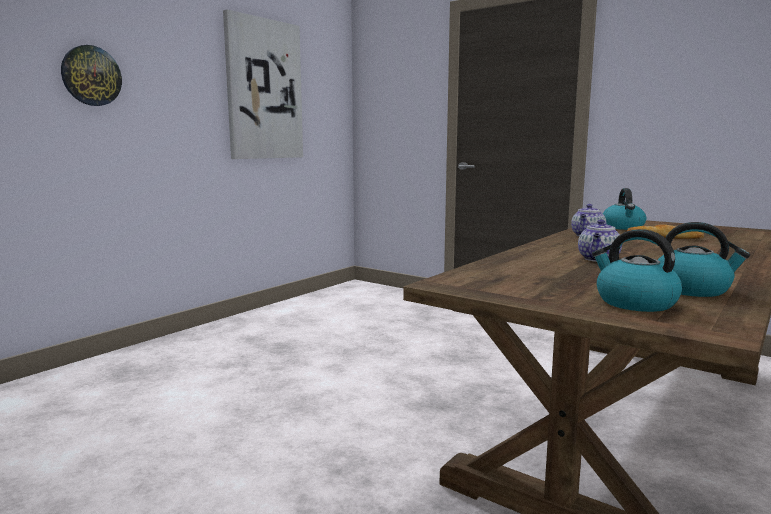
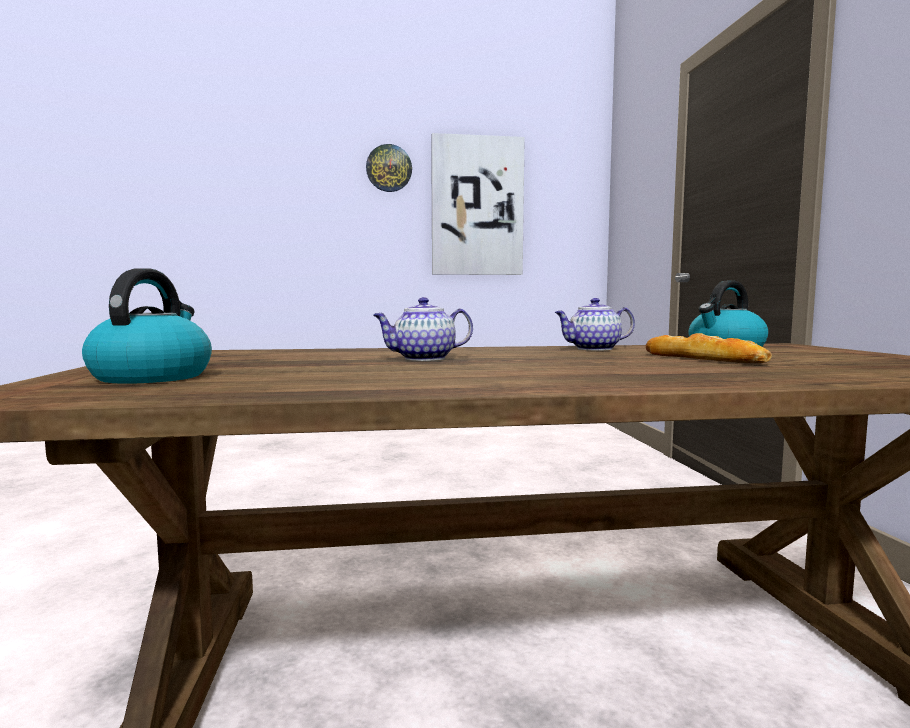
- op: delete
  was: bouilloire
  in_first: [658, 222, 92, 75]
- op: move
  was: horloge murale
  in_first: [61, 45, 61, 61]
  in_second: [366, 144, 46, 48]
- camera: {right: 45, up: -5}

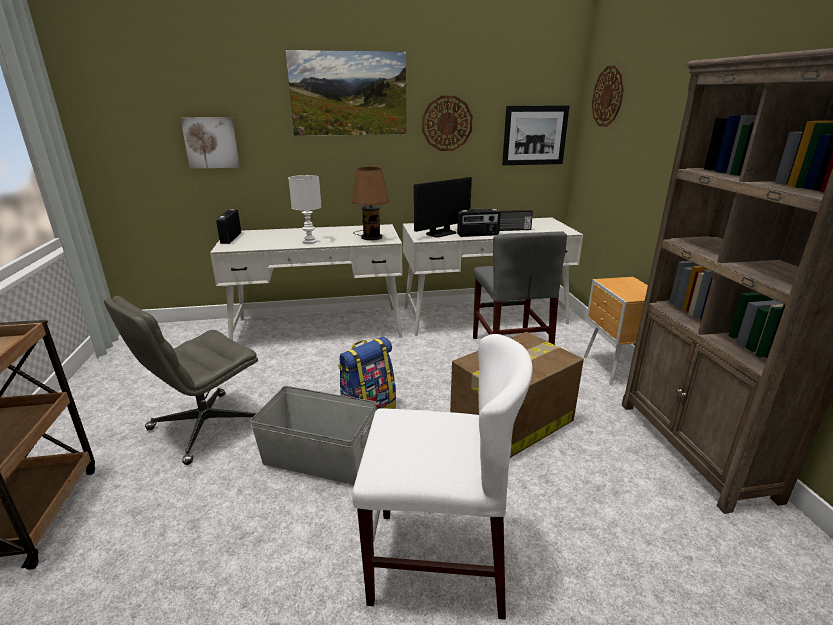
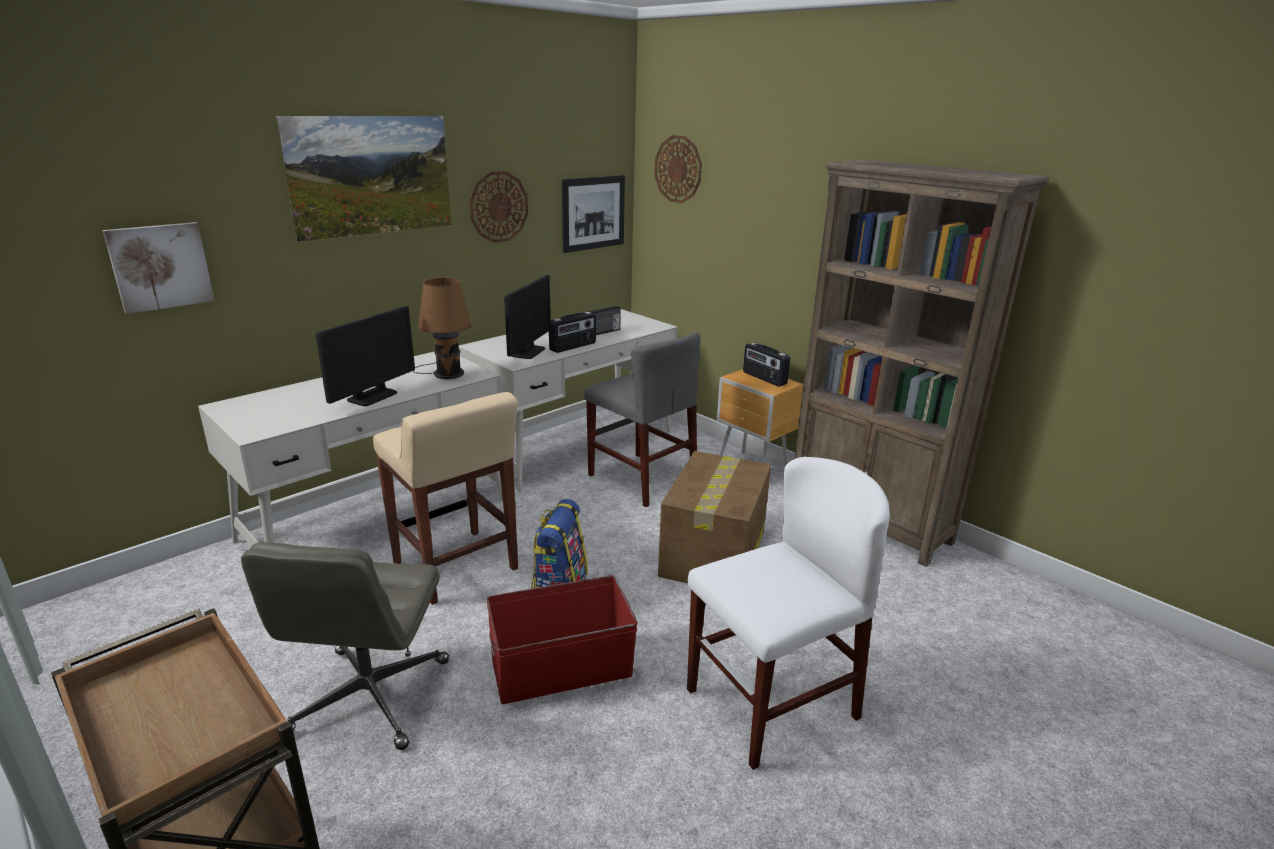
- op: insert
  now: tabouret/beige
  in_second: [373, 392, 145, 213]
- op: move
  was: radio
  in_first: [216, 209, 25, 35]
  in_second: [743, 343, 47, 44]
- op: replace
  was: lampe de table/blanc
  now: écran d'ordinateur
  in_first: [288, 175, 34, 69]
  in_second: [316, 306, 99, 100]
- op: recolor
  was: boîte de rangement/gris
  now: boîte de rangement/rouge
  in_first: [250, 386, 127, 99]
  in_second: [486, 575, 152, 129]
- camera: {right: -35, up: 0}

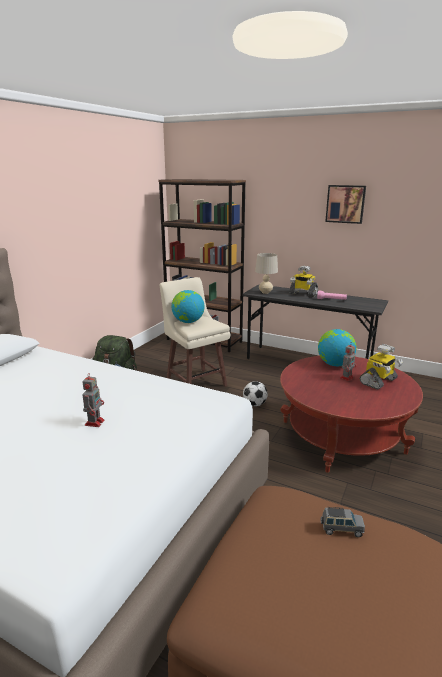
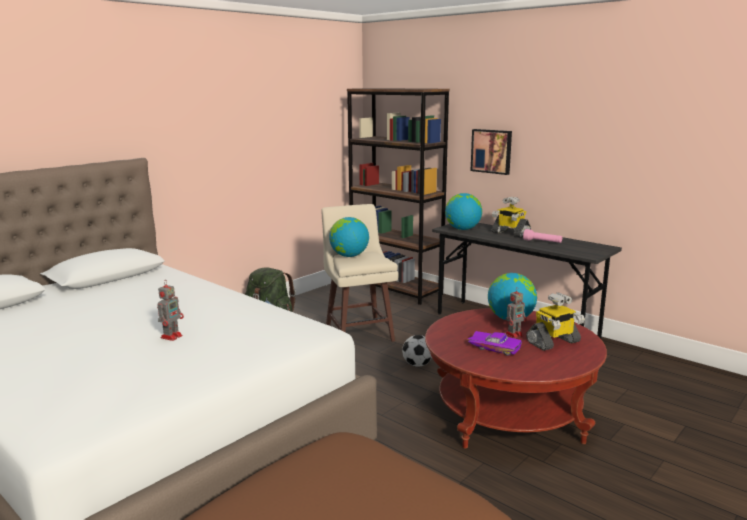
- op: delete
  was: petite voiture/gris
  in_first: [321, 507, 44, 30]
- op: insert
  now: petite voiture/violet
  in_second: [468, 331, 54, 25]
- op: move
  was: tableau
  in_first: [325, 185, 41, 39]
  in_second: [471, 129, 41, 46]
- op: replace
  was: lampe de table/beige
  now: globe
  in_first: [255, 253, 23, 41]
  in_second: [445, 193, 37, 37]
- camera: {right: 15, up: -5}

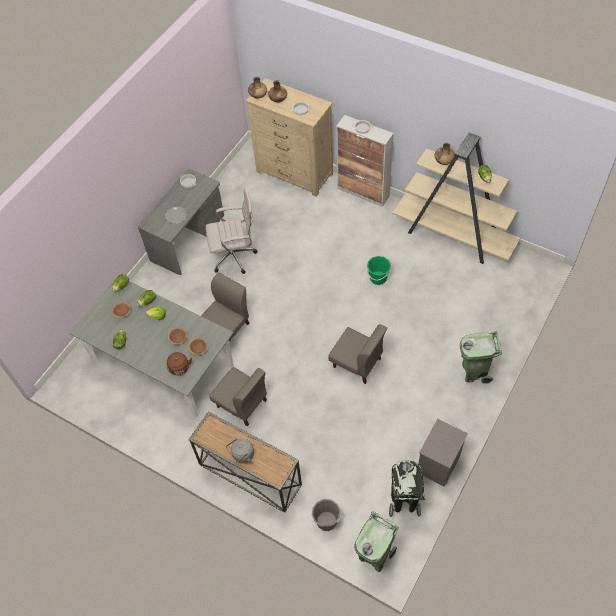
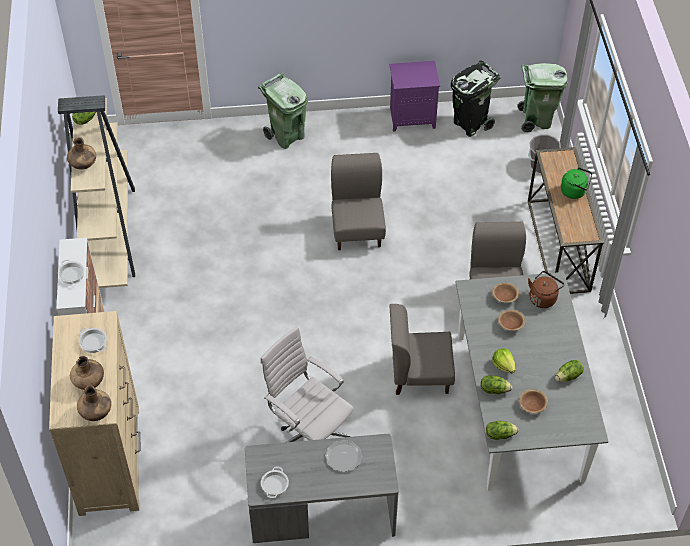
- op: delete
  was: seau/vert
  in_first: [367, 256, 24, 29]
- op: recolor
  was: bouilloire/gris
  now: bouilloire/vert
  in_first: [226, 438, 28, 25]
  in_second: [561, 167, 31, 32]
- op: recolor
  was: table de chevet/gris
  now: table de chevet/violet
  in_first: [418, 419, 50, 68]
  in_second: [389, 61, 51, 71]
- camera: {right: -130, up: -5}

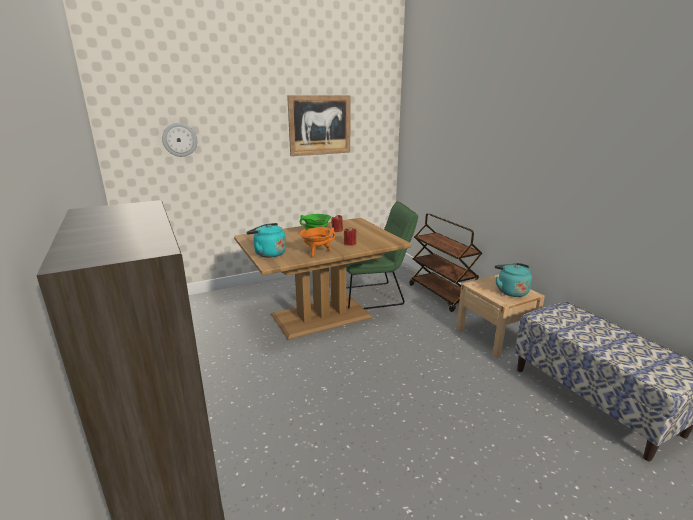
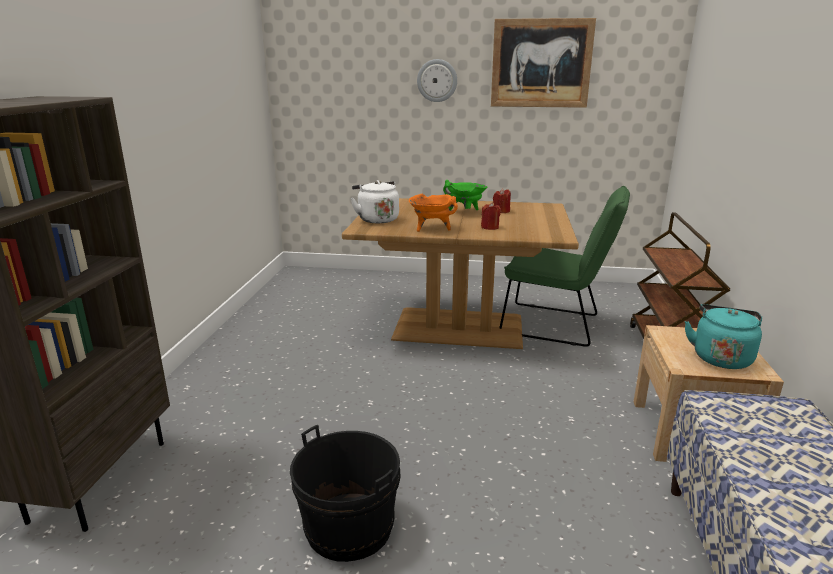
- op: insert
  now: seau/noir
  in_second: [290, 425, 110, 137]
- op: move
  was: horloge murale
  in_first: [162, 123, 35, 34]
  in_second: [417, 59, 40, 43]
- op: recolor
  was: bouilloire/turquoise
  now: bouilloire/blanc
  in_first: [246, 223, 40, 35]
  in_second: [351, 180, 48, 43]
- camera: {right: 35, up: 0}

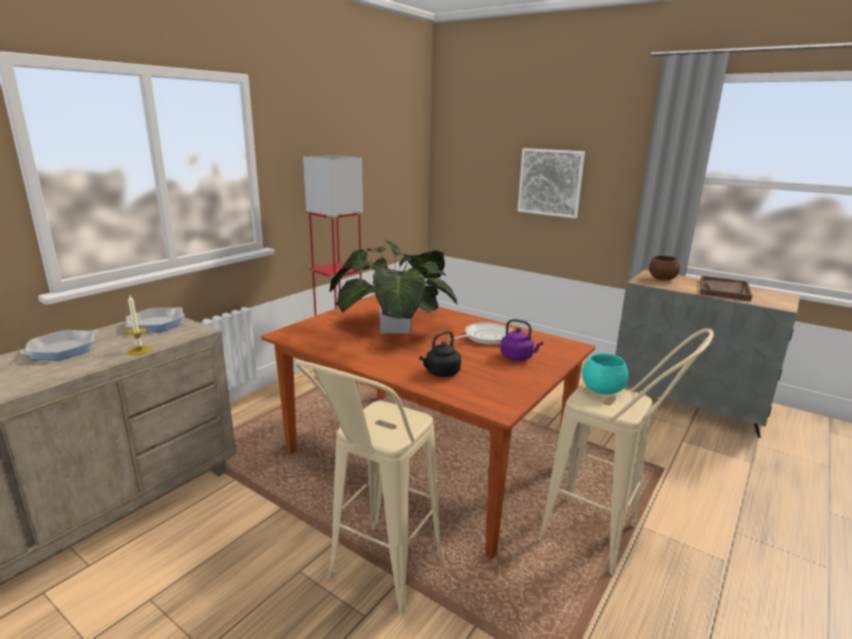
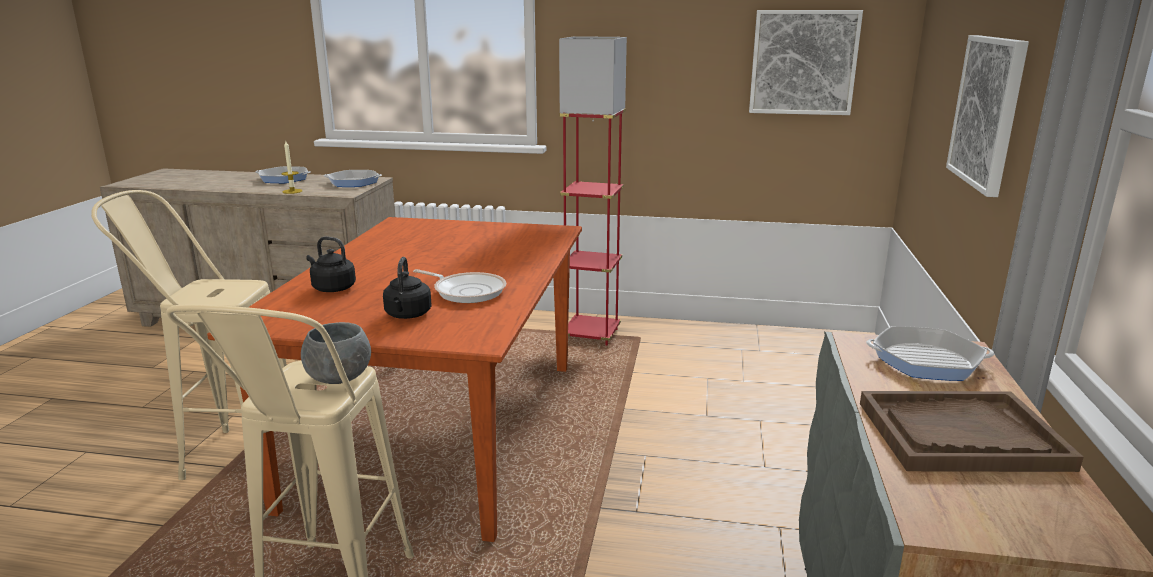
- op: delete
  was: plante en pot
  in_first: [329, 239, 129, 95]
- op: insert
  now: tableau
  in_second: [749, 10, 114, 105]
- op: replace
  was: bol/marron
  now: poêle
  in_first: [649, 256, 31, 24]
  in_second: [866, 326, 128, 55]
- op: recolor
  was: bouilloire/violet
  now: bouilloire/noir
  in_first: [500, 319, 43, 42]
  in_second: [383, 257, 49, 62]
- op: recolor
  was: bol/turquoise
  now: bol/gris
  in_first: [582, 353, 47, 41]
  in_second: [301, 322, 70, 62]
- camera: {right: 65, up: 0}

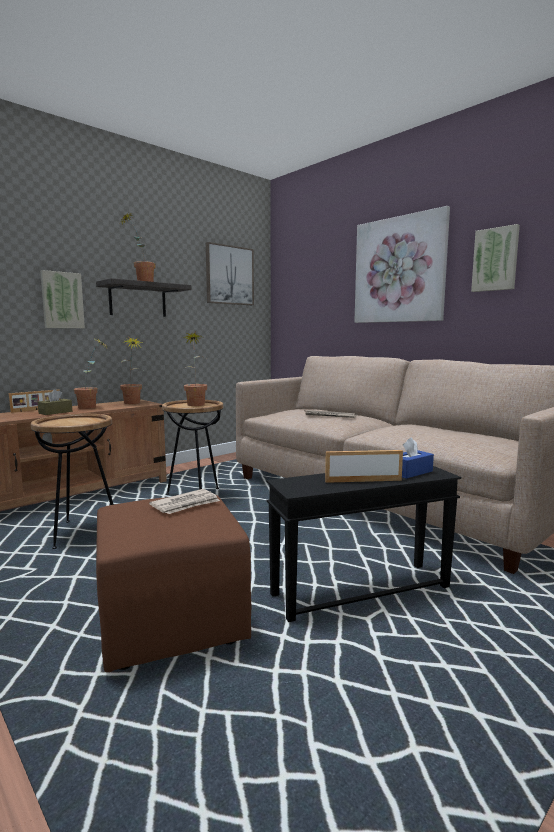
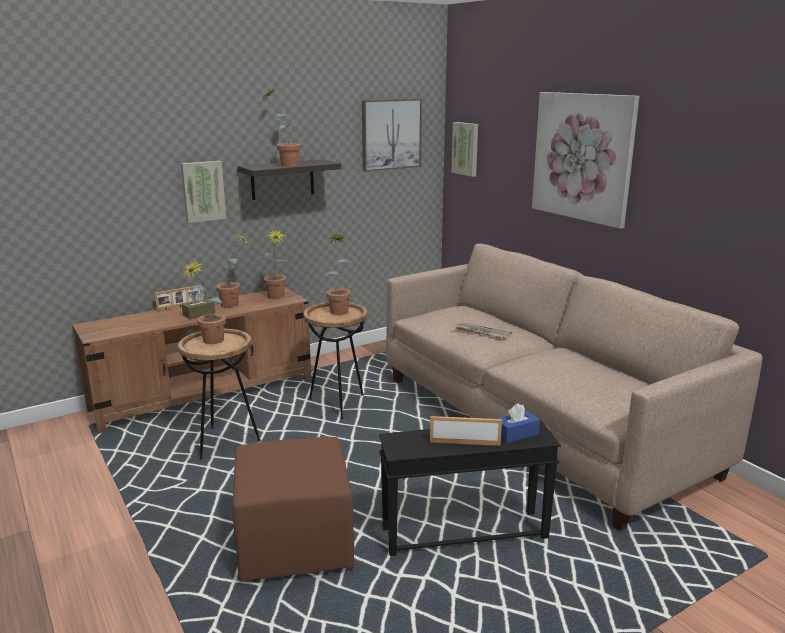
- op: delete
  was: journal
  in_first: [149, 489, 71, 25]
- op: insert
  now: plante en pot
  in_second: [182, 259, 44, 85]
- op: move
  was: tableau
  in_first: [471, 224, 49, 68]
  in_second: [451, 122, 27, 55]
- camera: {right: 10, up: 10}

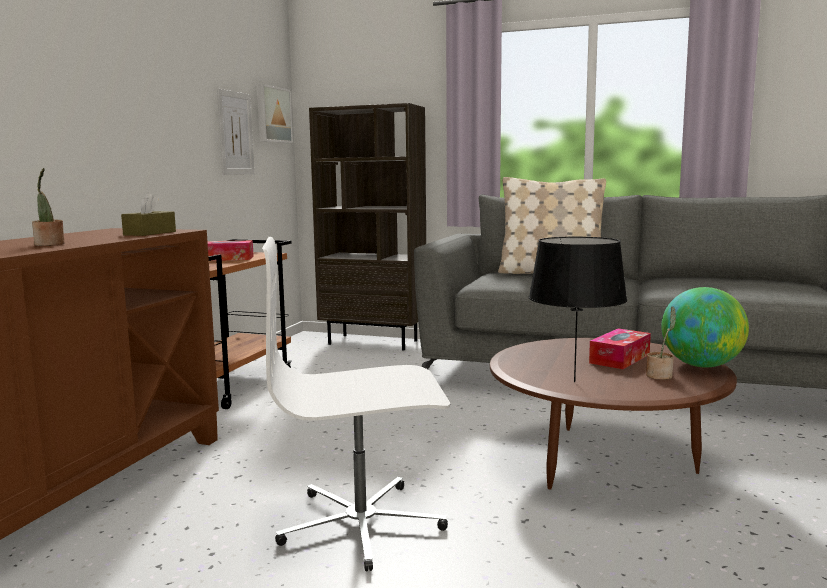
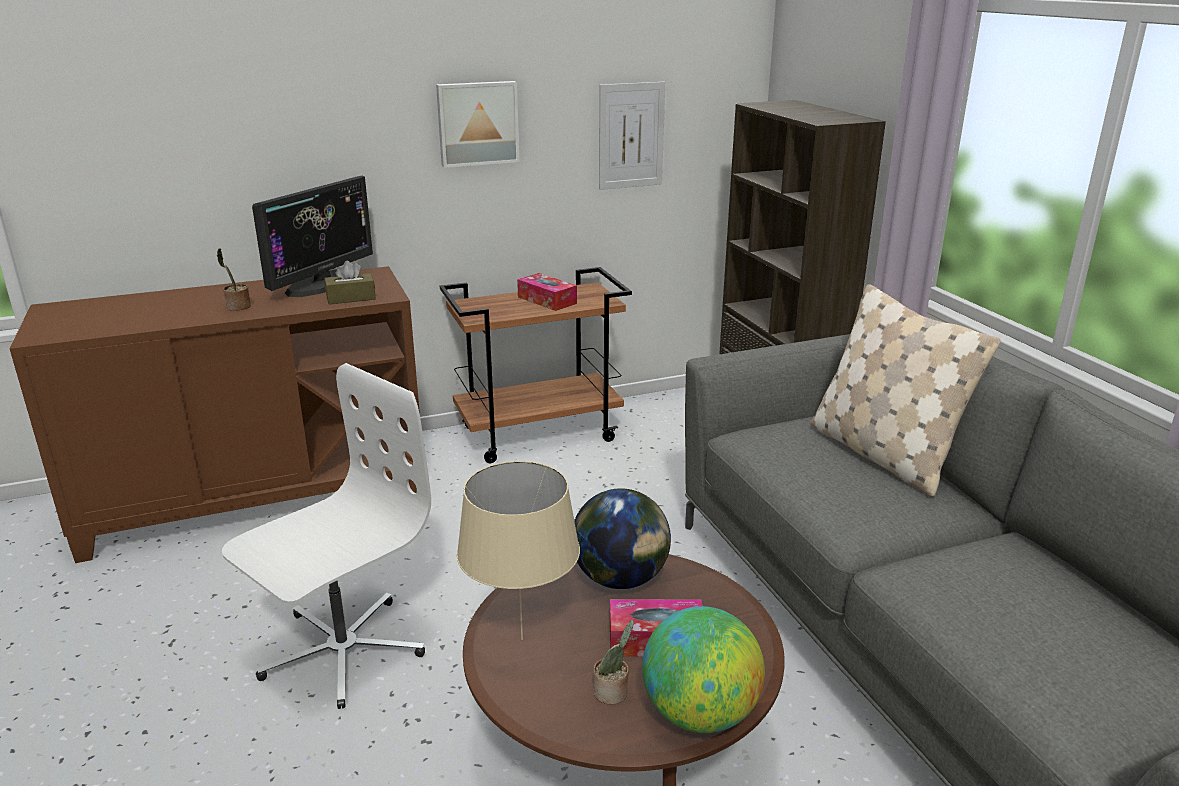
- op: insert
  now: écran d'ordinateur
  in_second: [252, 176, 121, 121]
- op: insert
  now: globe
  in_second: [574, 488, 97, 101]
- op: move
  was: tableau
  in_first: [257, 84, 36, 59]
  in_second: [436, 81, 83, 87]
- op: recolor
  was: lampe de table/noir
  now: lampe de table/beige
  in_first: [529, 237, 98, 145]
  in_second: [457, 461, 123, 179]
- op: rotate
  was: chaise de bureau/blanc
  in_first: [262, 237, 188, 334]
  in_second: [222, 363, 209, 346]
  clockwise: 90
- camera: {right: 50, up: 15}

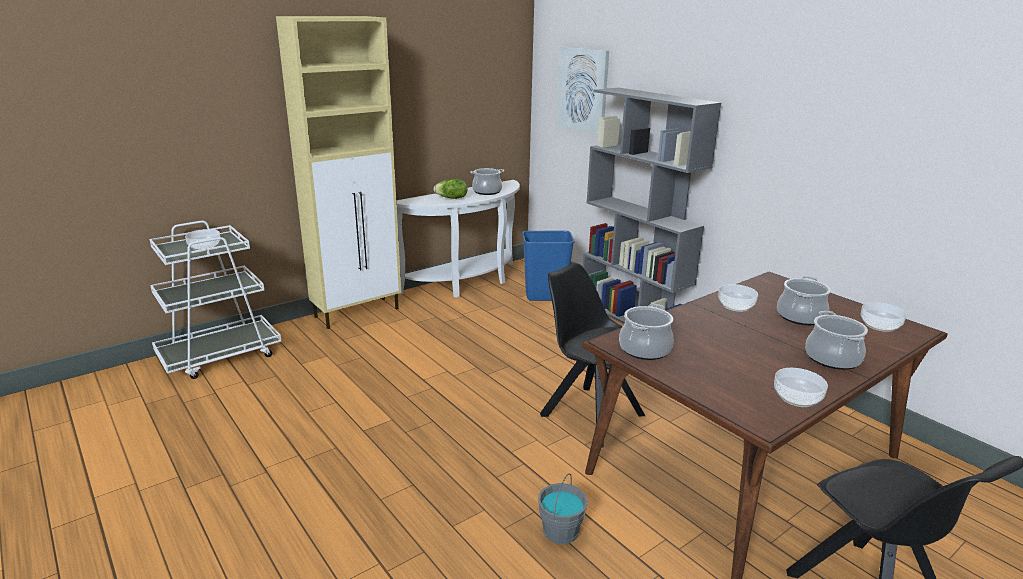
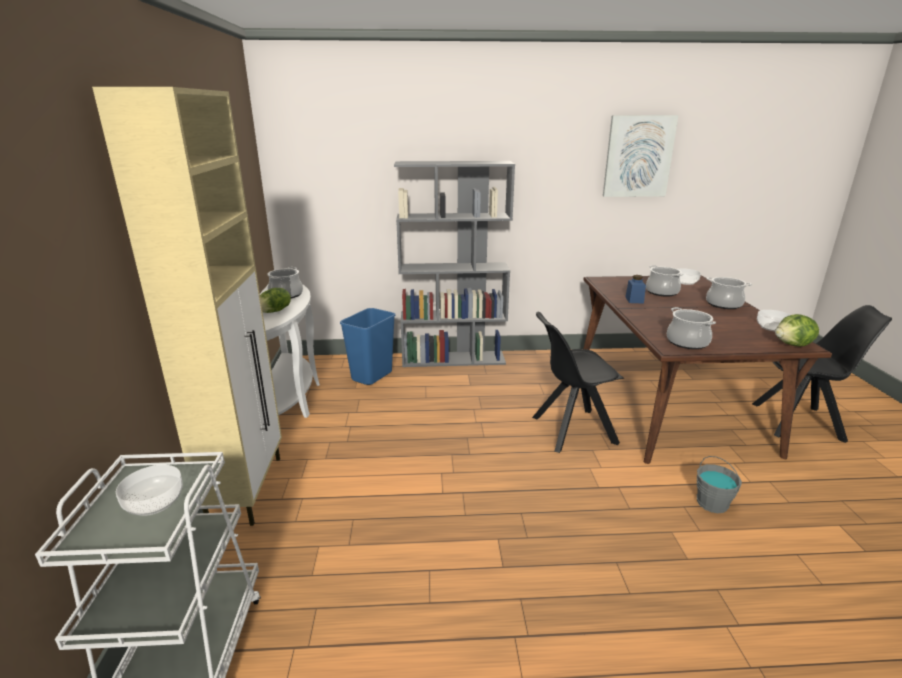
- op: insert
  now: laitue
  in_second: [775, 314, 44, 32]
- op: move
  was: tableau
  in_first: [556, 47, 53, 88]
  in_second: [603, 115, 75, 82]
- op: replace
  was: bol
  now: bocal/bleu
  in_first: [718, 284, 40, 28]
  in_second: [626, 275, 20, 28]
- camera: {right: -55, up: 0}

